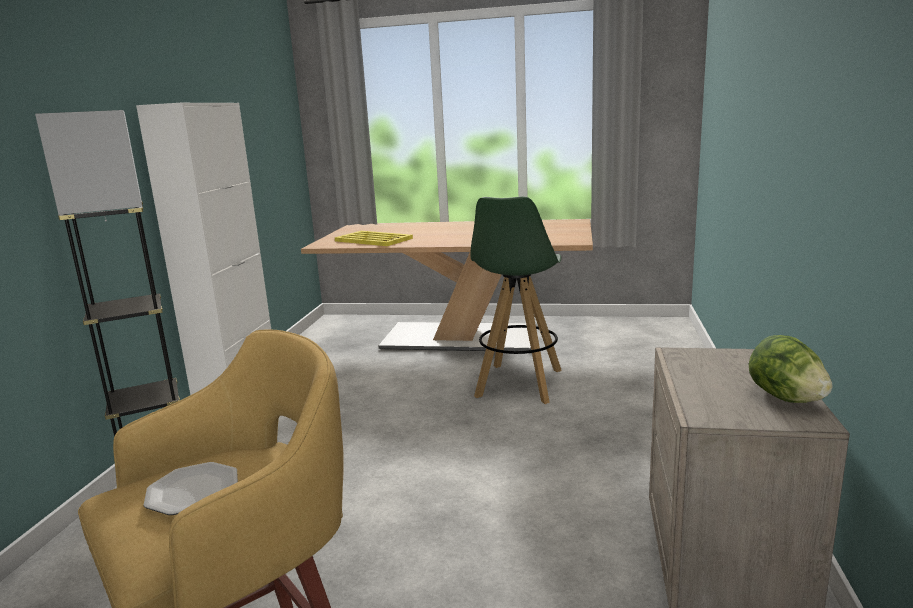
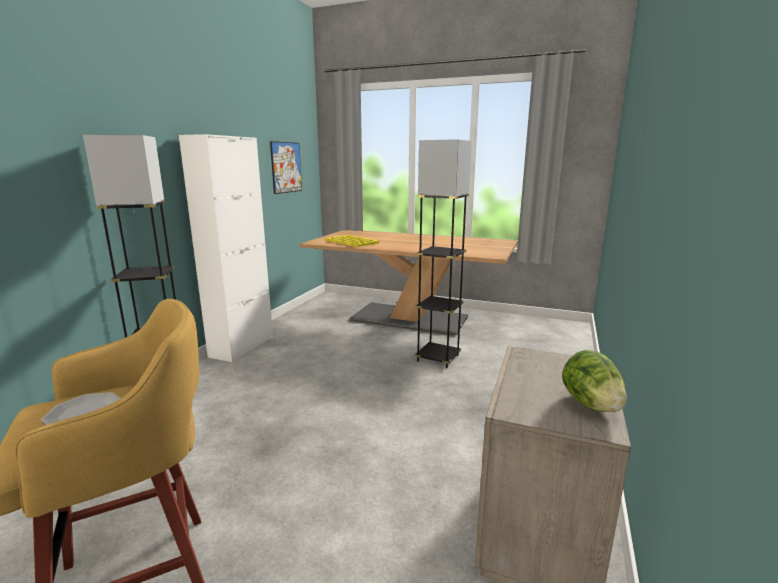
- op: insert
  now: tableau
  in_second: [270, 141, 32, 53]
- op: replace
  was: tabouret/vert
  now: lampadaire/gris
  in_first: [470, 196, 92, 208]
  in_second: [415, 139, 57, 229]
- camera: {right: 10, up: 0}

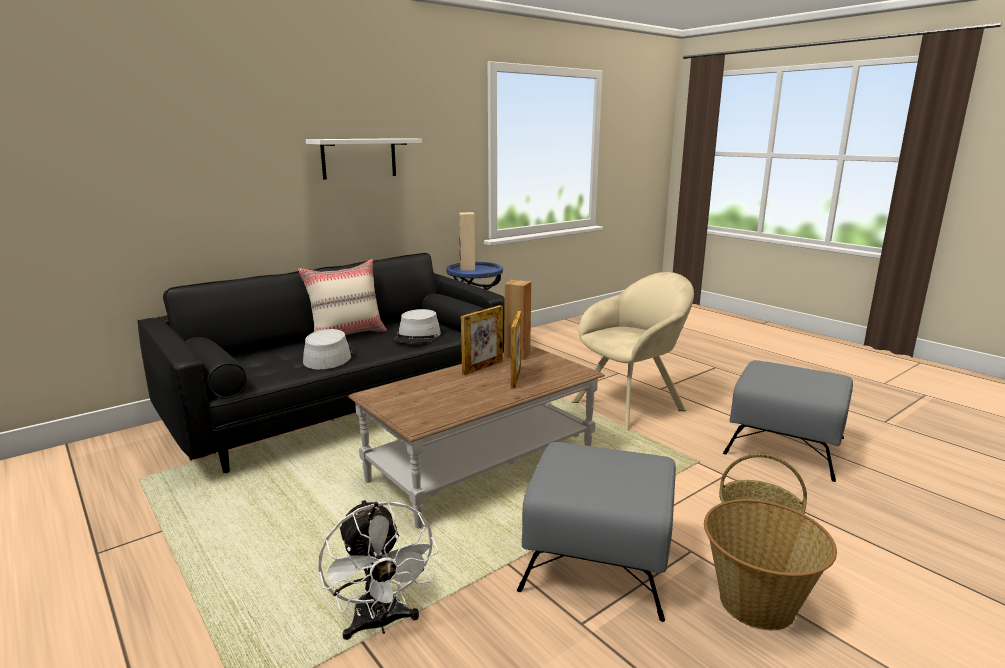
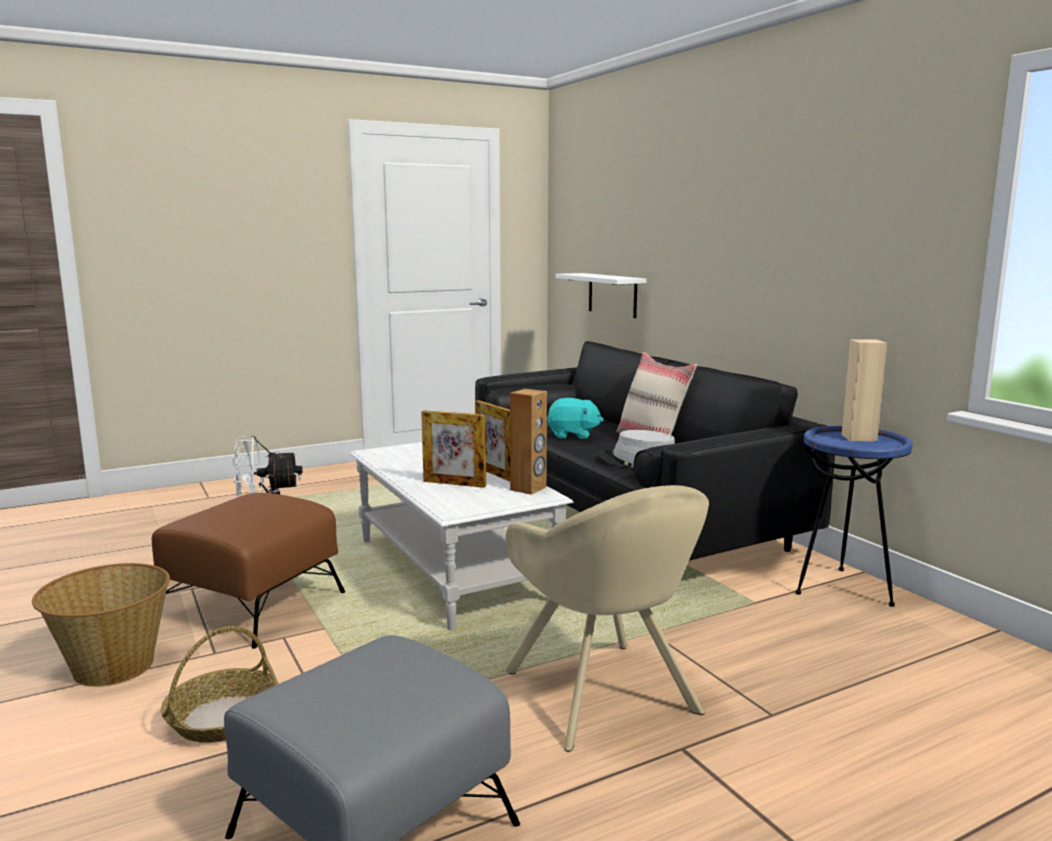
- op: move
  was: étagère/blanc
  in_first: [306, 138, 116, 41]
  in_second: [555, 273, 92, 45]
- op: replace
  was: chapeau/gris
  now: peluche/turquoise
  in_first: [303, 329, 51, 41]
  in_second: [547, 398, 57, 41]
- op: recolor
  was: table basse/marron
  now: table basse/blanc
  in_first: [348, 345, 257, 184]
  in_second: [350, 442, 223, 189]
- op: recolor
  was: pouf/gris
  now: pouf/marron
  in_first: [517, 442, 159, 180]
  in_second: [152, 493, 193, 156]
- camera: {right: 100, up: -5}

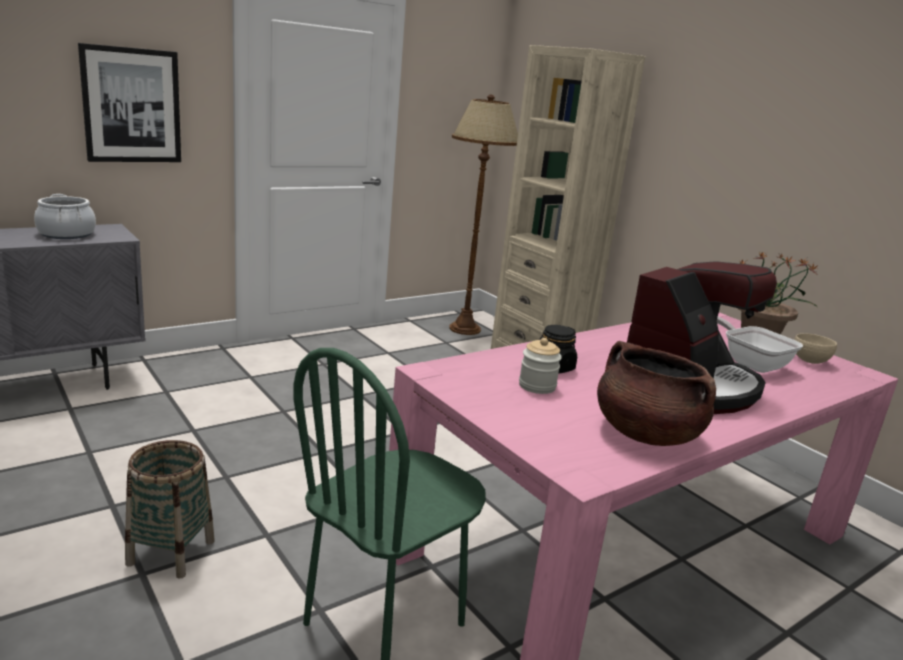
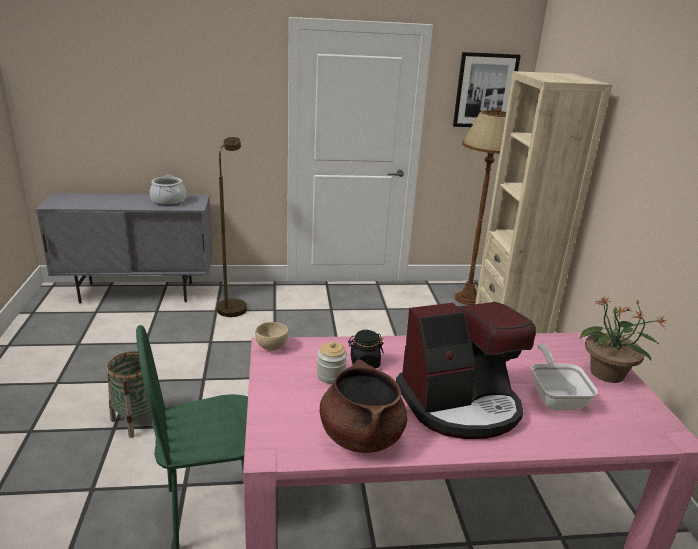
- op: insert
  now: lampadaire/marron
  in_second: [217, 137, 30, 180]
- op: move
  was: tableau
  in_first: [78, 43, 103, 119]
  in_second: [453, 52, 68, 75]
- op: move
  was: bol/beige
  in_first: [794, 333, 43, 31]
  in_second: [255, 322, 33, 28]
- camera: {right: 30, up: 5}

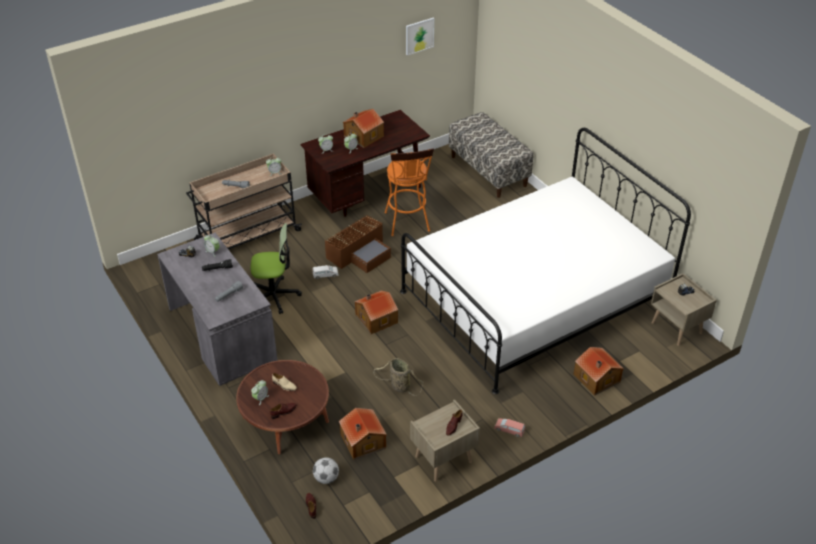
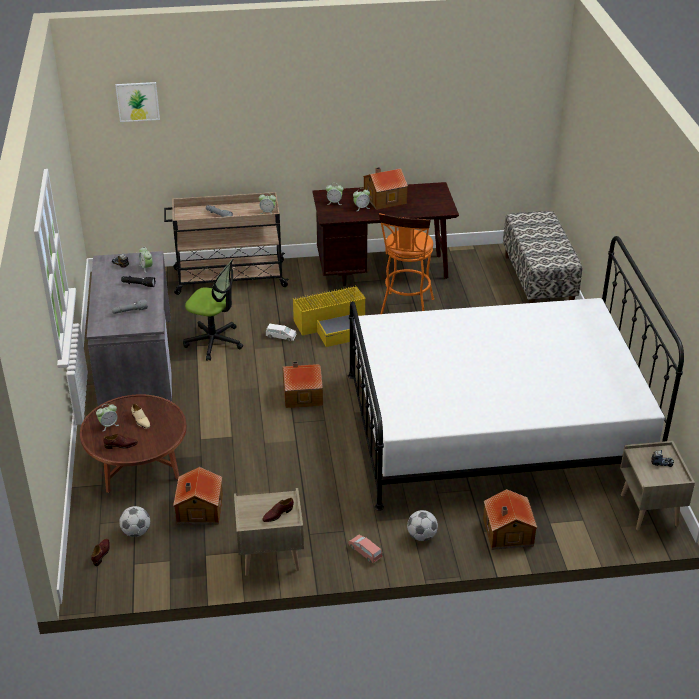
- op: delete
  was: panier
  in_first: [374, 358, 49, 38]
- op: insert
  now: ballon de foot
  in_second: [407, 510, 31, 31]
- op: move
  was: tableau
  in_first: [406, 18, 28, 37]
  in_second: [115, 82, 45, 40]
- op: recolor
  was: boîte de rangement/marron
  now: boîte de rangement/jaune
  in_first: [324, 215, 67, 58]
  in_second: [293, 285, 72, 62]
- camera: {right: 25, up: -5}

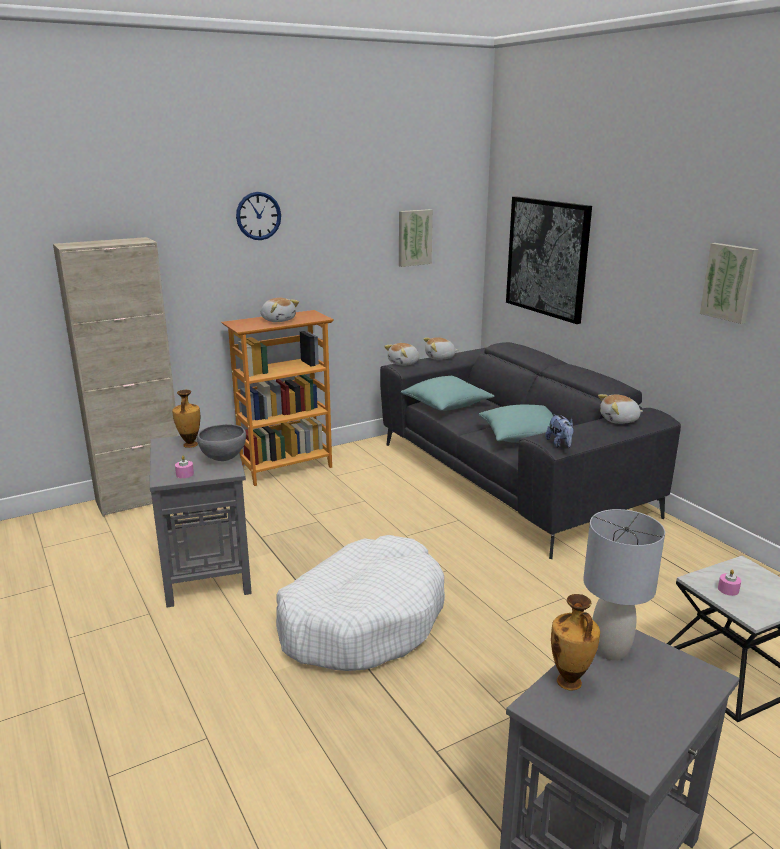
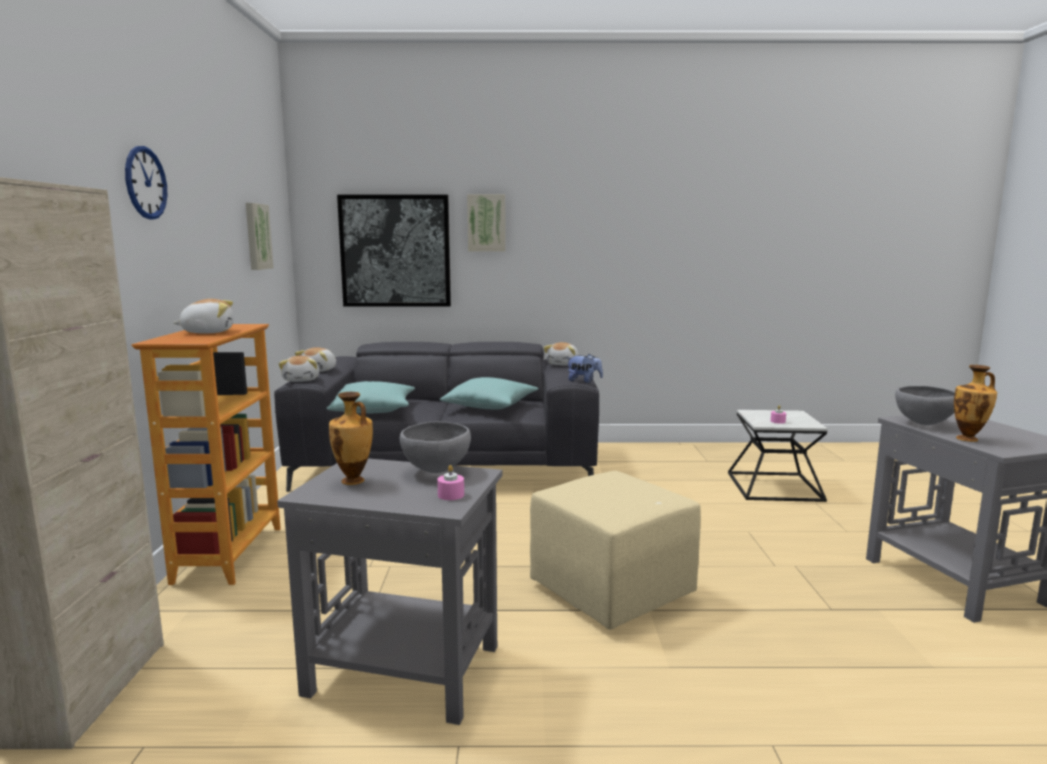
- op: move
  was: tableau
  in_first: [700, 243, 59, 81]
  in_second: [467, 194, 39, 58]
- op: replace
  was: panier pour chien/blanc
  now: pouf/beige
  in_first: [276, 535, 169, 136]
  in_second: [530, 471, 171, 159]
- op: replace
  was: lampe de table/gris
  now: bol/gris
  in_first: [583, 509, 82, 151]
  in_second: [895, 386, 60, 39]
- camera: {right: -60, up: -10}

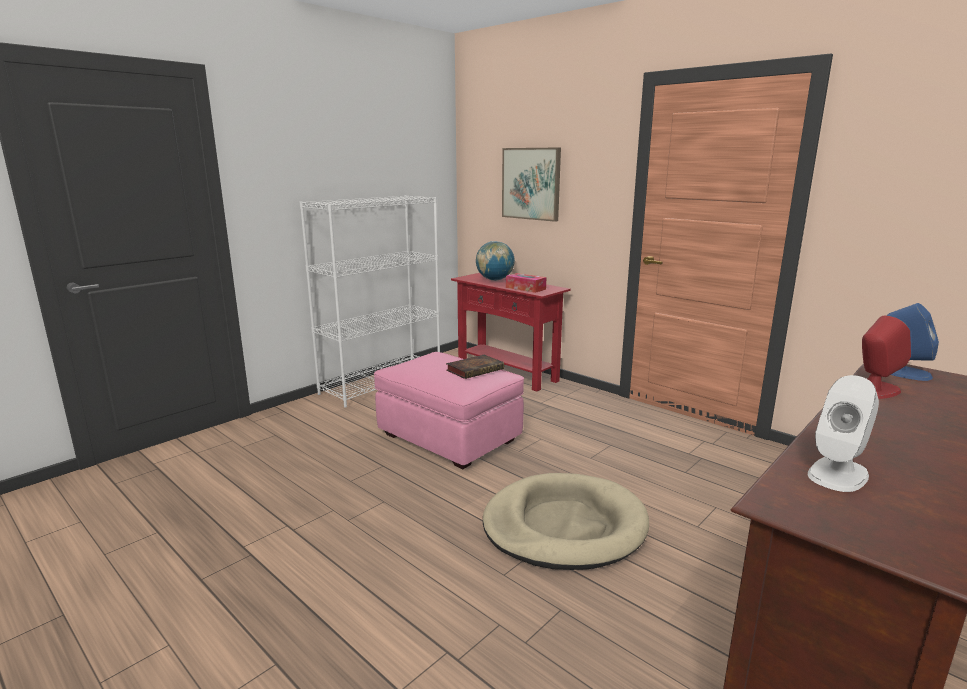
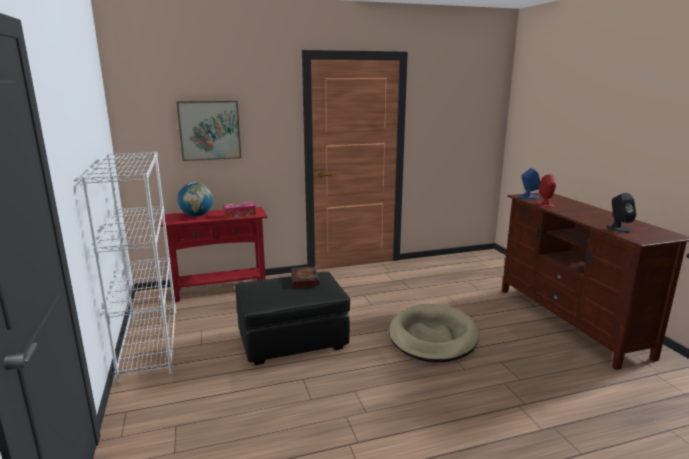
- op: recolor
  was: pouf/rose
  now: pouf/noir
  in_first: [374, 352, 150, 117]
  in_second: [235, 272, 116, 93]
- op: recolor
  was: enceinte/blanc
  now: enceinte/noir
  in_first: [808, 375, 71, 117]
  in_second: [607, 193, 29, 40]
- camera: {right: -60, up: 0}

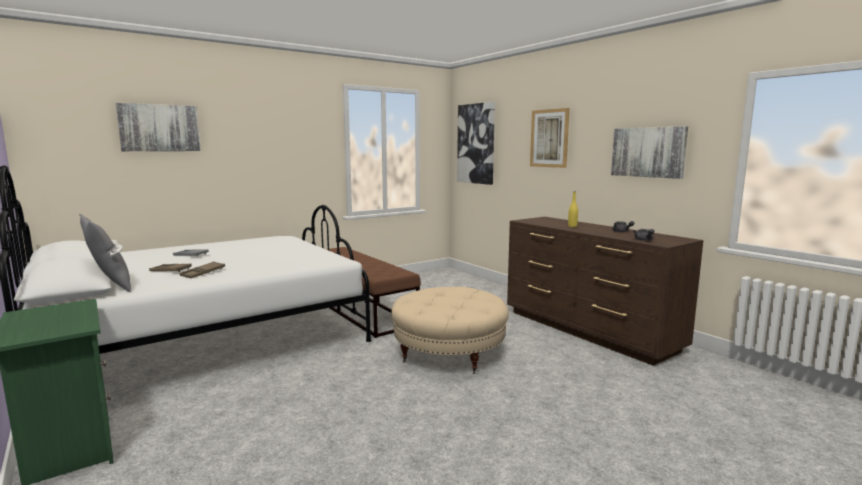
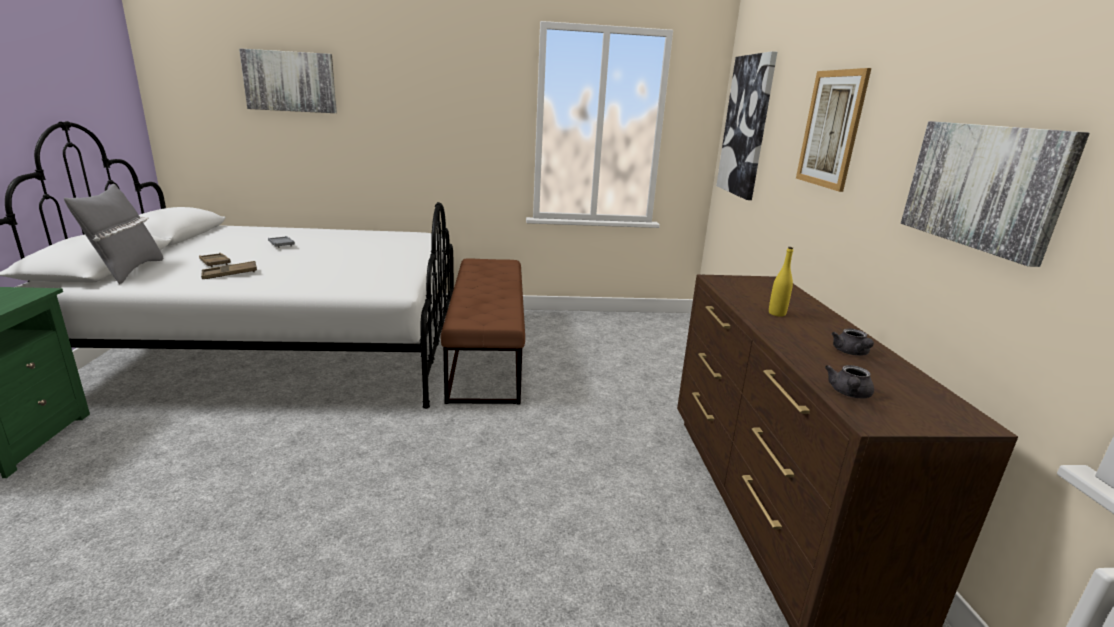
- op: delete
  was: pouf/beige
  in_first: [391, 287, 118, 87]
- camera: {right: 30, up: 10}

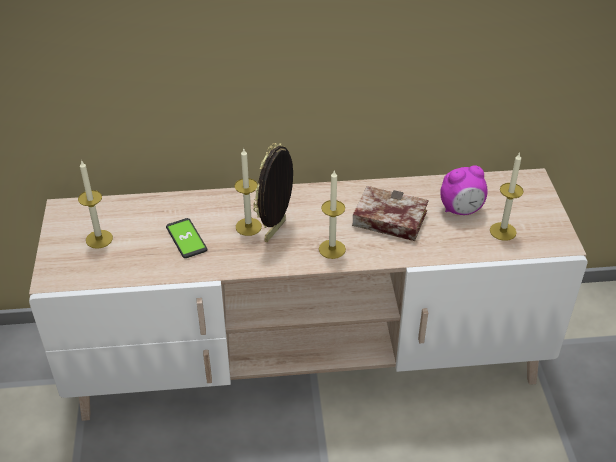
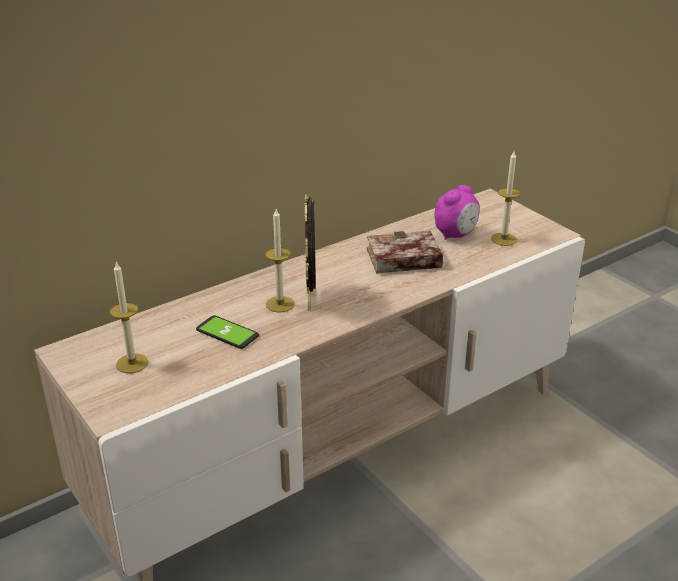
- op: delete
  was: bougie
  in_first: [319, 171, 27, 88]
- camera: {right: -30, up: -10}

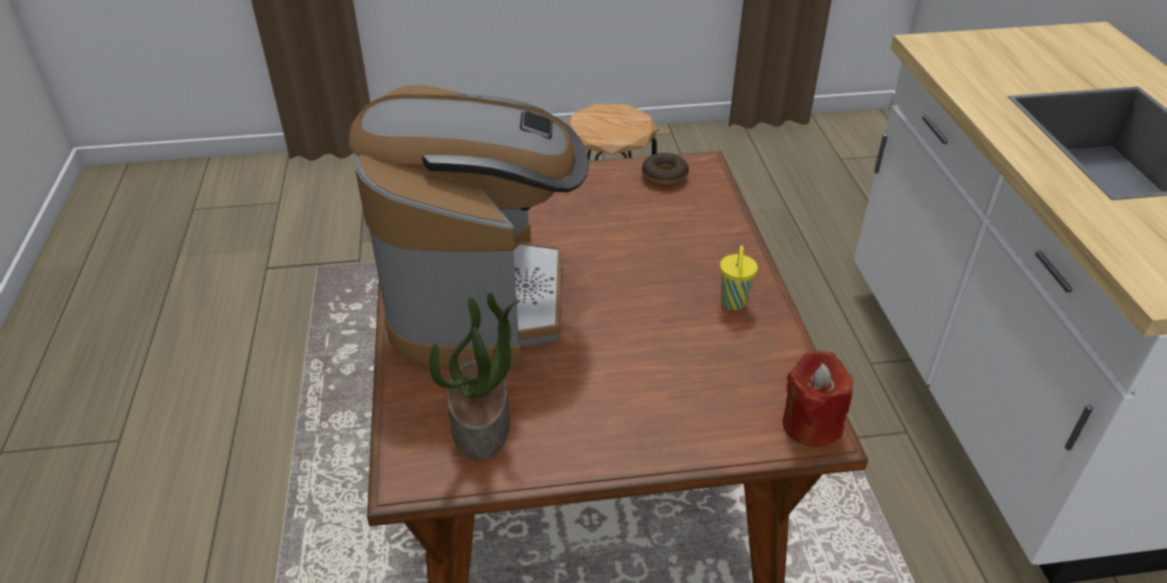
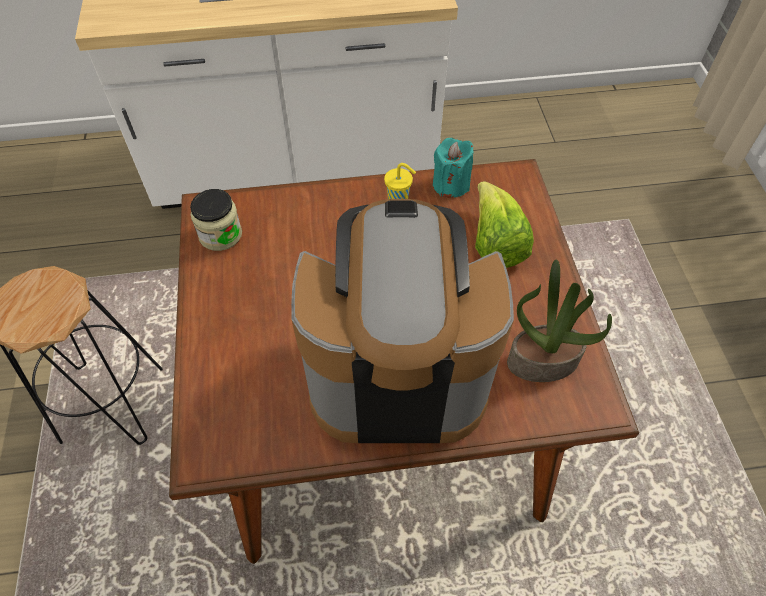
- op: delete
  was: bougie/rouge
  in_first: [783, 350, 70, 97]
- op: insert
  now: bougie/turquoise
  in_second: [433, 138, 41, 60]
- op: insert
  now: laitue
  in_second: [475, 181, 59, 87]
- op: replace
  was: beignet
  now: bocal
  in_first: [642, 153, 47, 34]
  in_second: [190, 189, 52, 62]
- camera: {right: -90, up: 15}

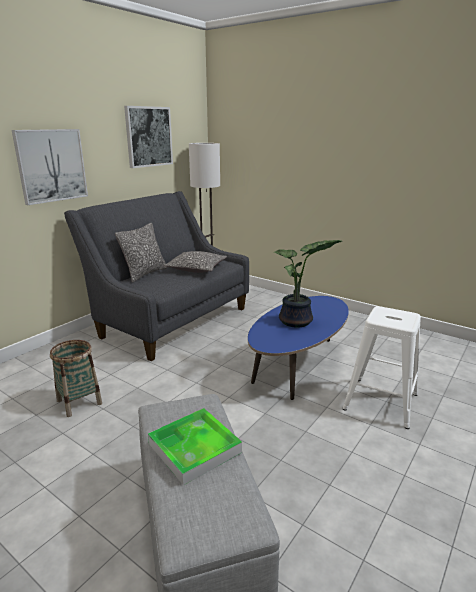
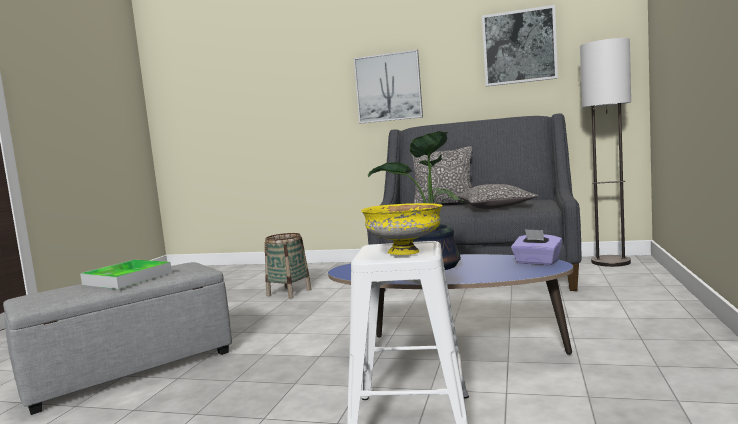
- op: insert
  now: bol/jaune
  in_second: [361, 203, 82, 52]
- op: insert
  now: boîte à mouchoirs/violet
  in_second: [511, 229, 51, 36]
- camera: {right: 70, up: -15}

